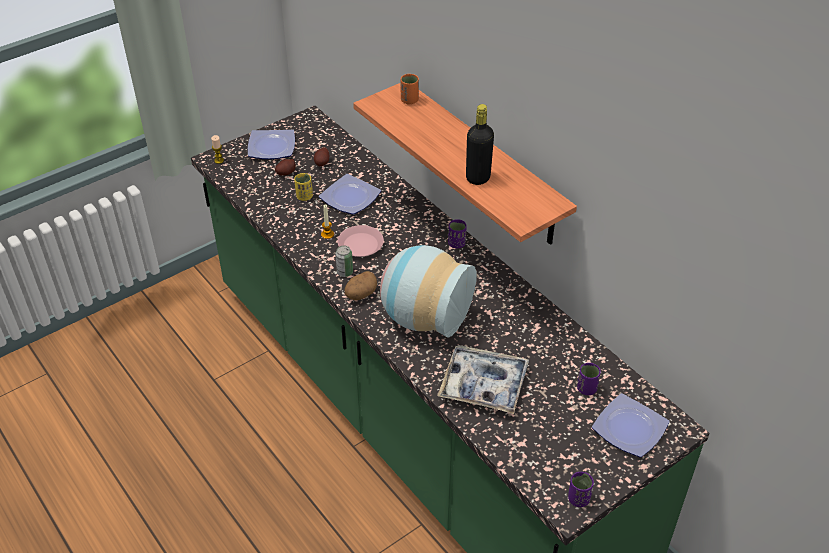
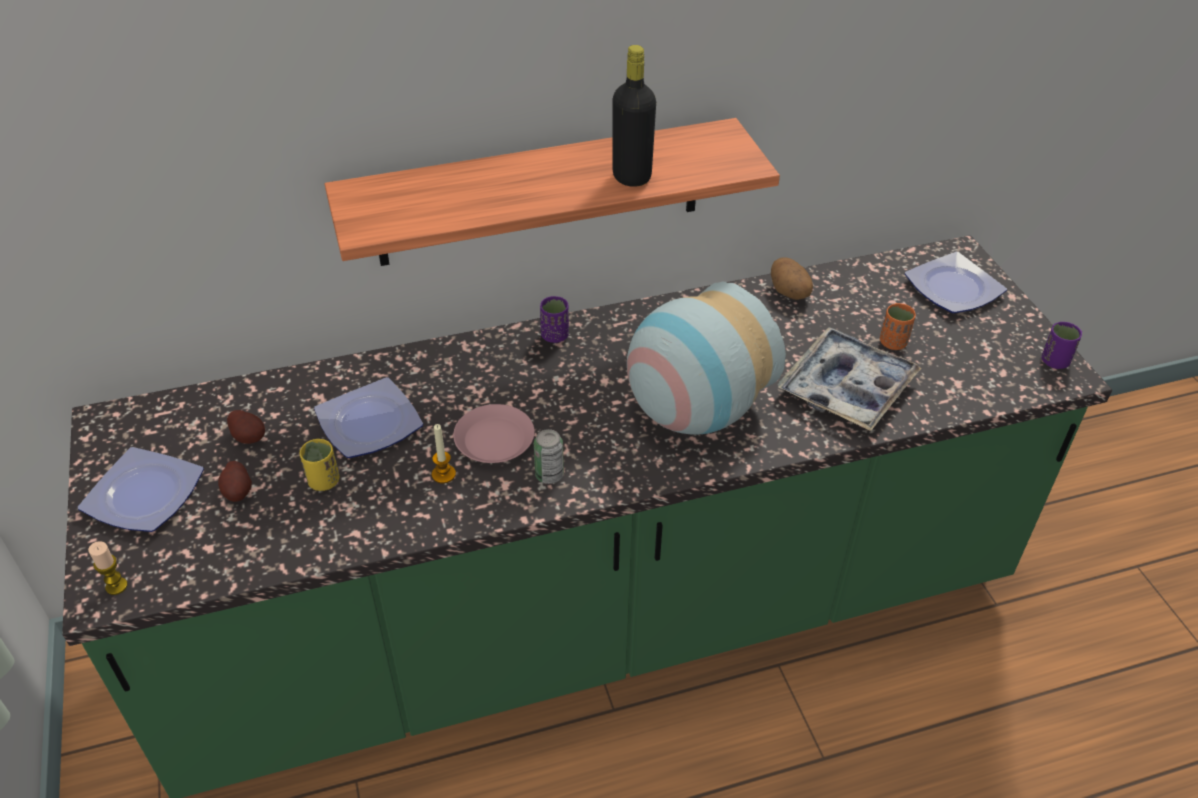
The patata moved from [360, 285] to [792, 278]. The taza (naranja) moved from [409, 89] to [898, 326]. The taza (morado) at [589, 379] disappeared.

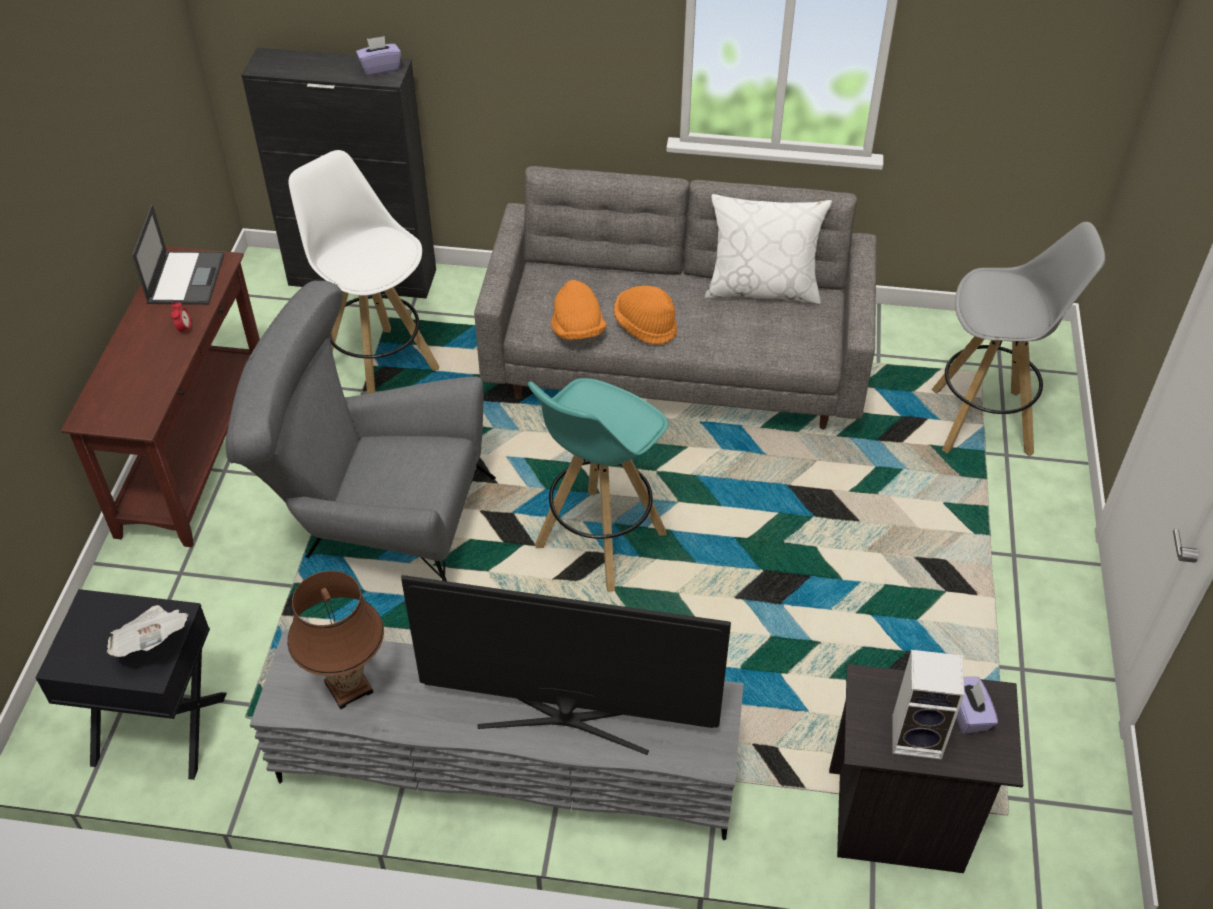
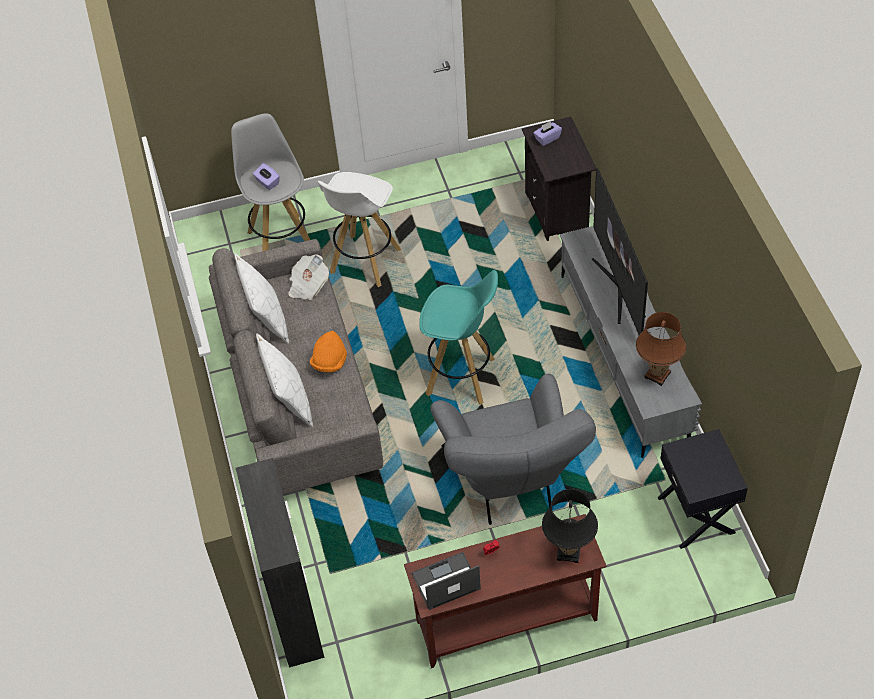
The caja de pañuelos (morado) moved from [378, 56] to [266, 176]. The cojín (blanco) at [284, 380] appeared. The periódico moved from [148, 631] to [308, 277]. The taburete (blanco) moved from [363, 272] to [359, 229]. The lámpara de mesa (negro) at [570, 526] appeared. The sombrero (naranja) at [578, 310] disappeared. The altavoz at [928, 705] disappeared.

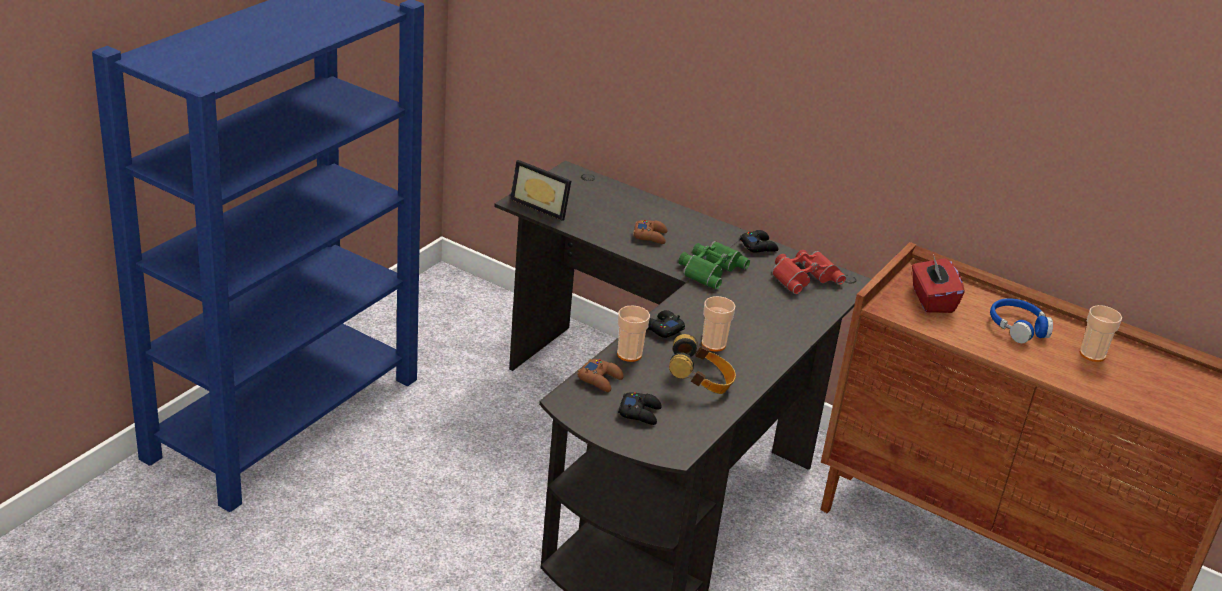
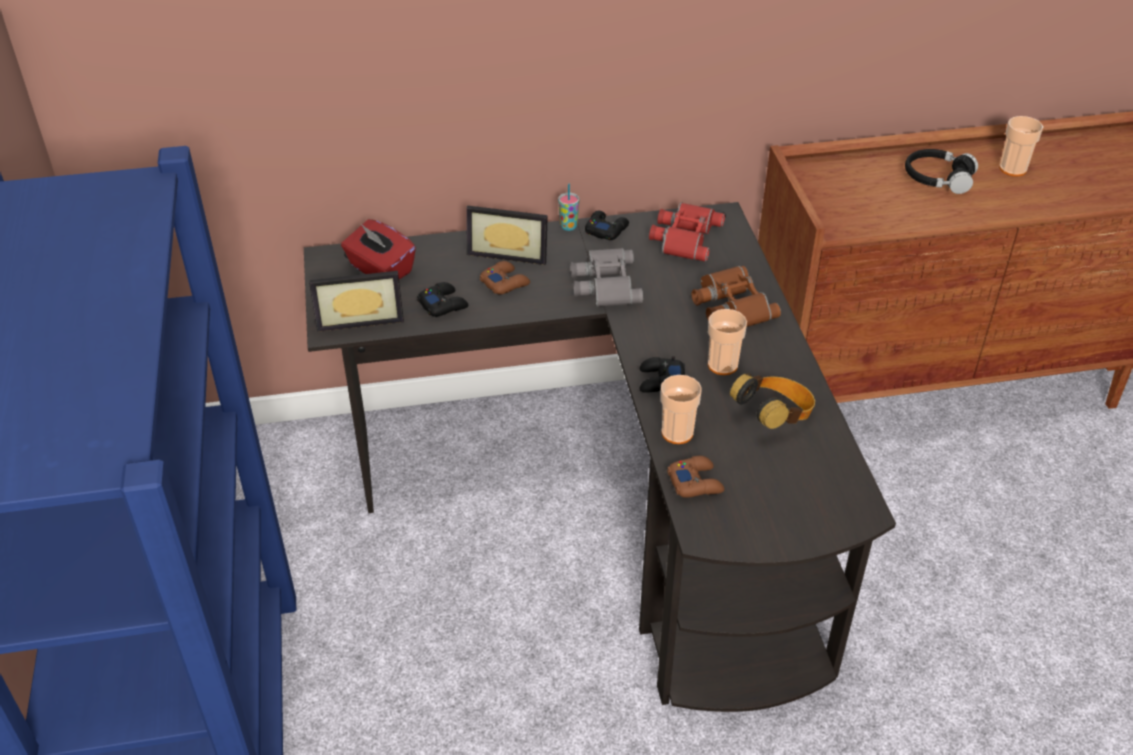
The caja de pañuelos (rojo) moved from [938, 283] to [378, 249]. The mando de consola (negro) moved from [640, 408] to [442, 299]. The portarretratos at [507, 235] appeared. The taza at [568, 207] appeared. The prismáticos (verde) at [714, 265] became the prismáticos (gris) at [606, 277]. The prismáticos (marrón) at [736, 296] appeared. The auriculares (azul) at [1021, 320] became the auriculares (negro) at [941, 171].

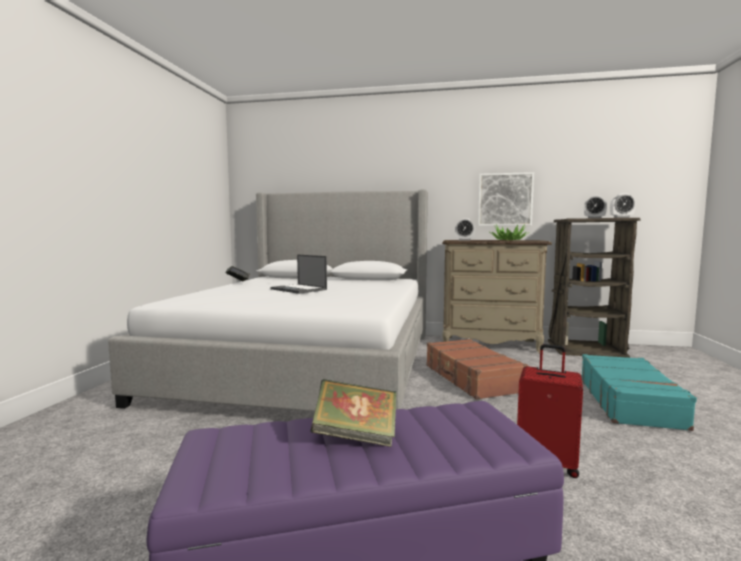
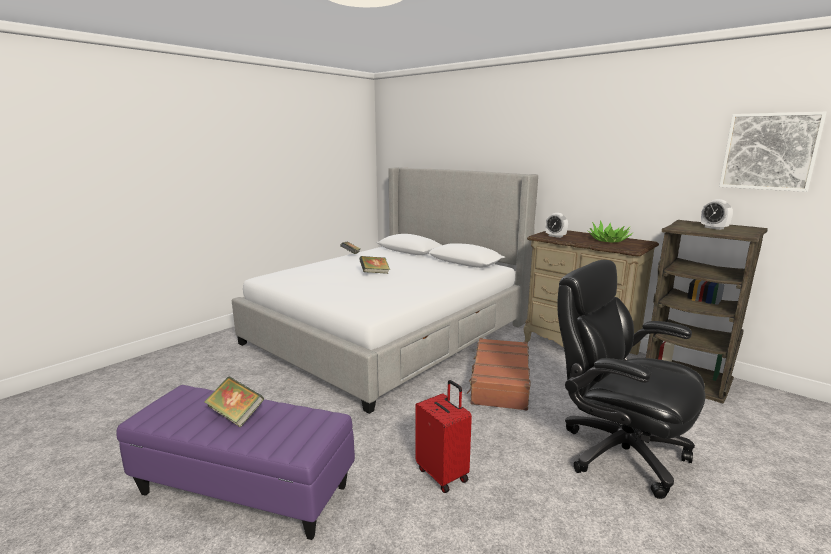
The portátil at [298, 274] was replaced by the libro at [374, 265]. The maleta (turquesa) at [639, 392] was replaced by the silla de oficina (negro) at [631, 379]. The cuadro moved from [506, 199] to [773, 152]. The despertador at [623, 205] disappeared.

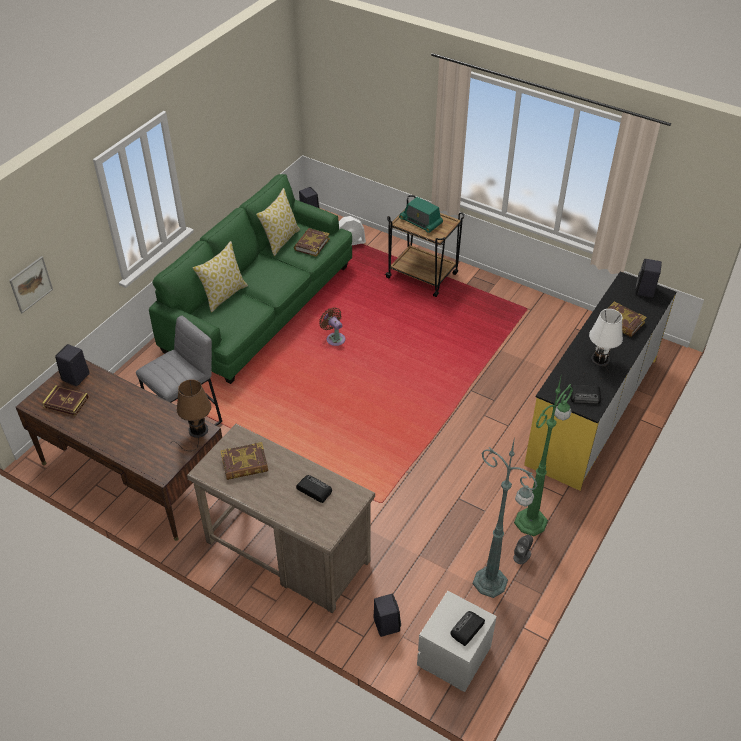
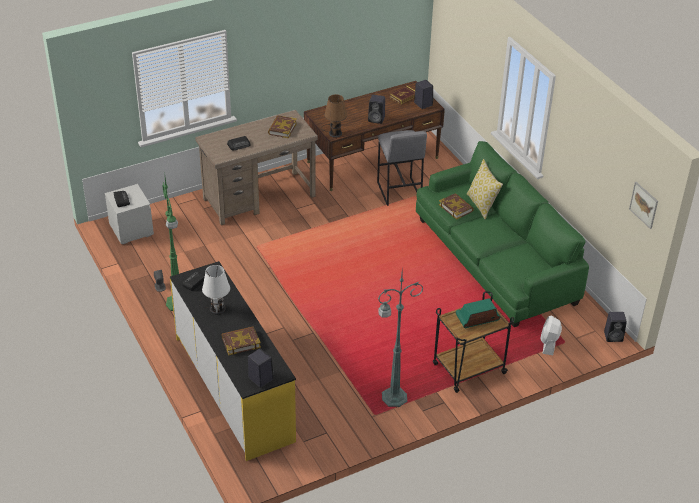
The altavoz (negro) moved from [387, 615] to [376, 109]. The lámpara de pie (verde) moved from [505, 517] to [400, 336]. The libro moved from [312, 242] to [456, 206]. The cuadro moved from [31, 284] to [643, 205]. The cojín at [278, 222] disappeared. The ventilador (marrón) at [332, 326] disappeared.

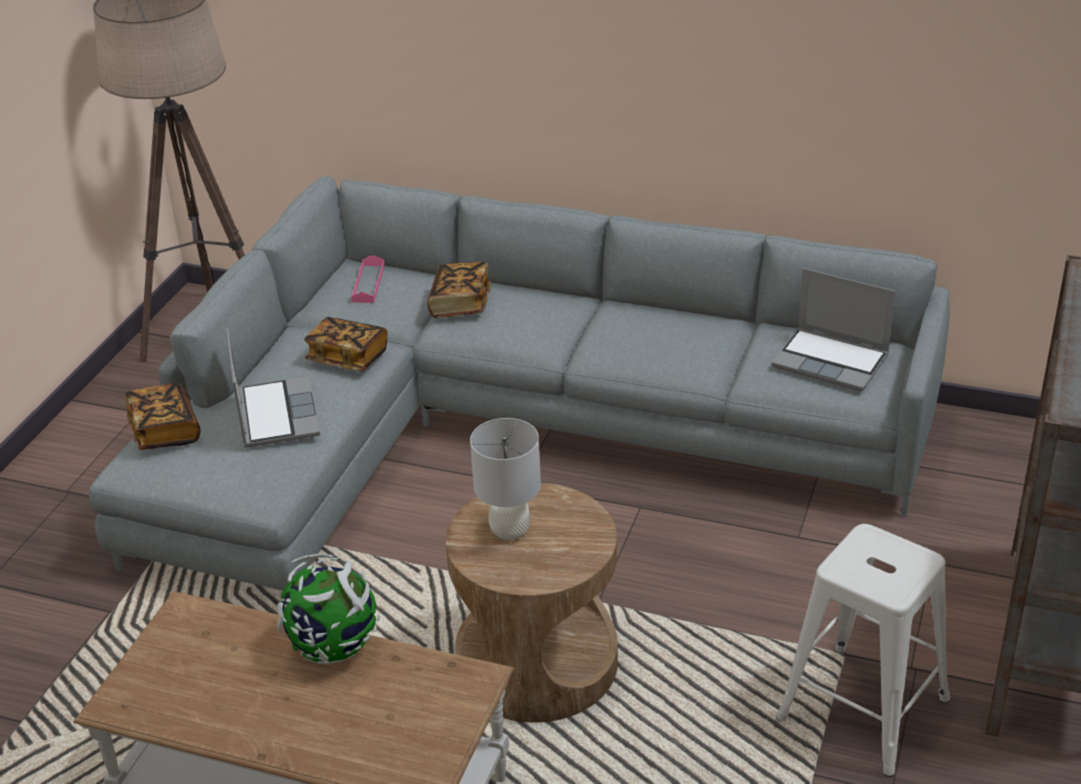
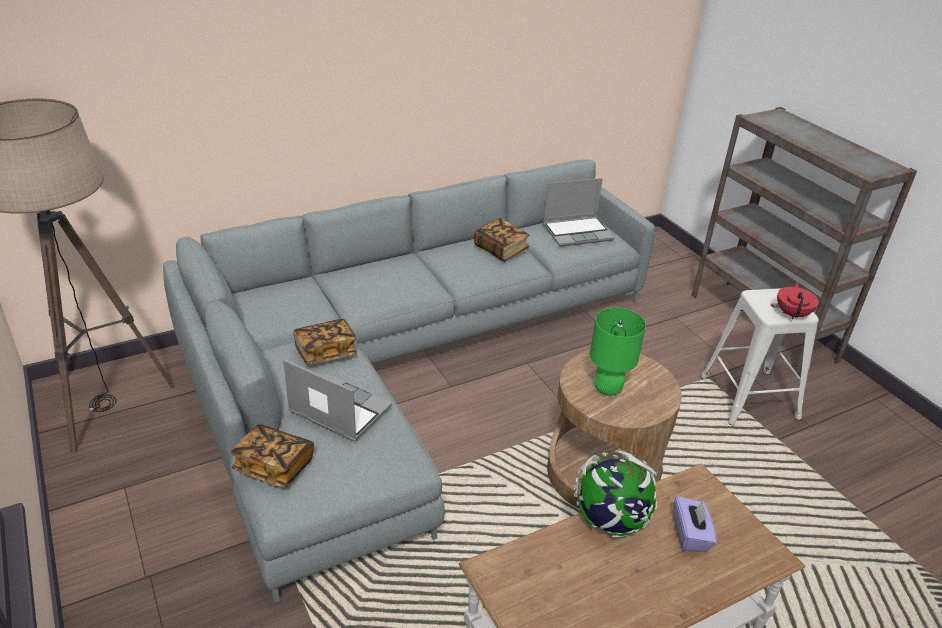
The libro moved from [459, 290] to [501, 240]. The lámpara de mesa (gris) at [505, 479] became the lámpara de mesa (verde) at [618, 352]. The caja de pañuelos (morado) at [695, 524] appeared. The tetera (rojo) at [798, 300] appeared. The bandeja (rosa) at [368, 279] disappeared.

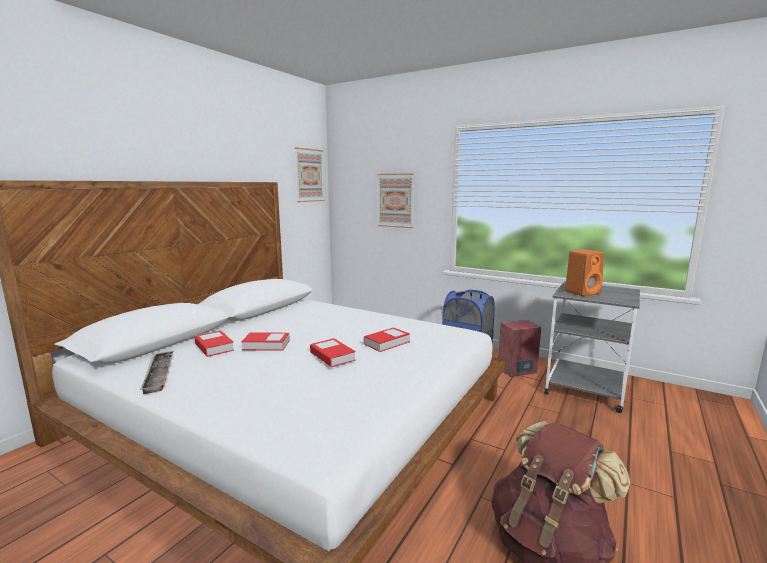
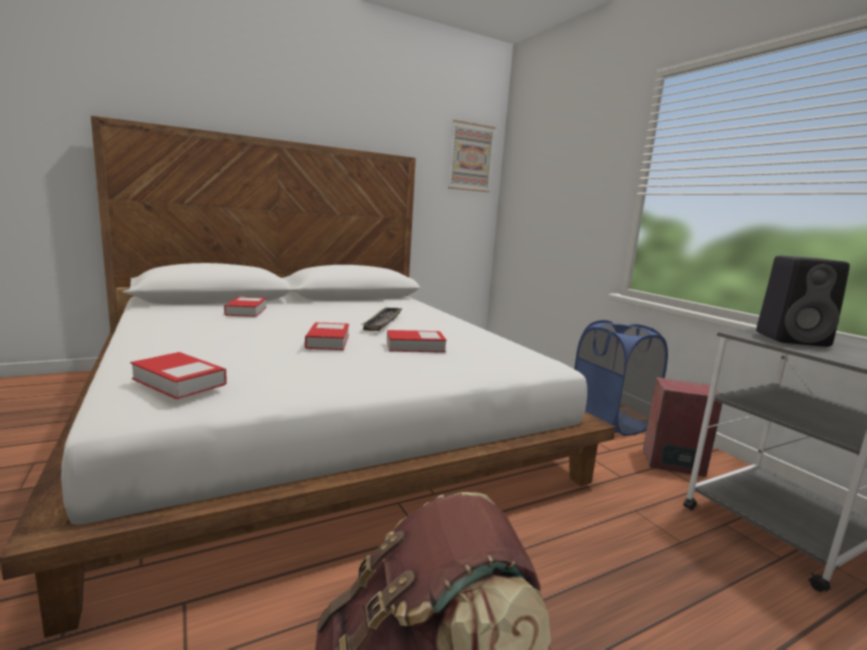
The libro moved from [265, 341] to [178, 375]. The bandeja moved from [156, 372] to [382, 319]. The altavoz (naranja) at [584, 272] became the altavoz (negro) at [803, 301]. The cuadro at [396, 200] disappeared.

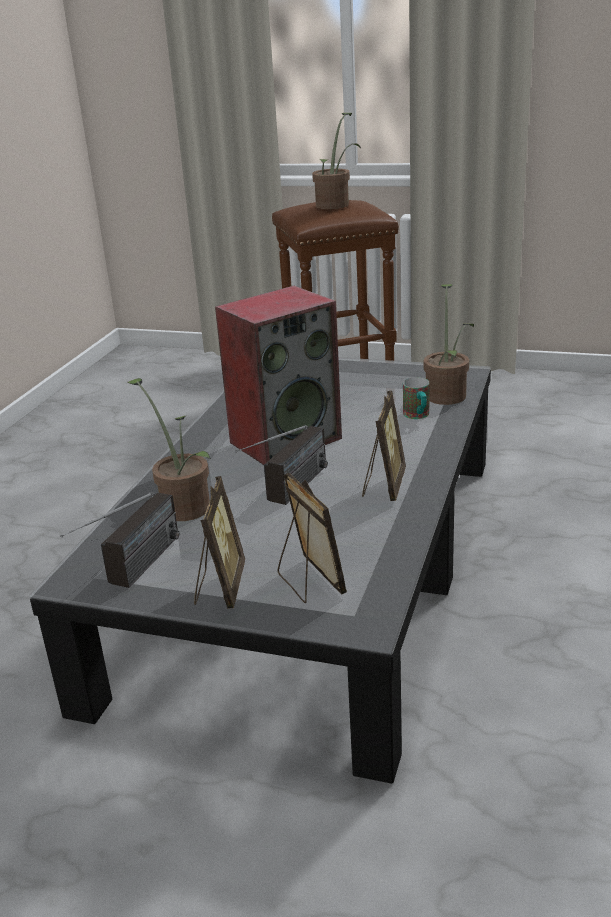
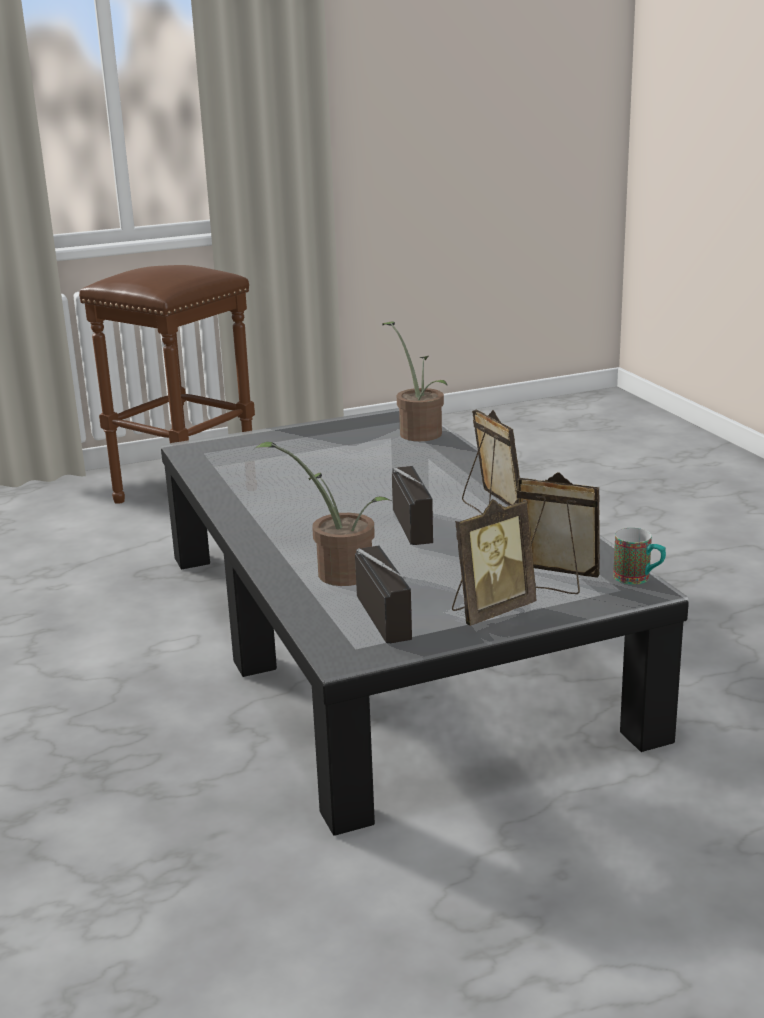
The portarretratos at [219, 542] turned 90 degrees clockwise. The taza grande moved from [416, 398] to [639, 556]. The altavoz at [278, 375] disappeared. The planta en maceta at [336, 161] disappeared.

